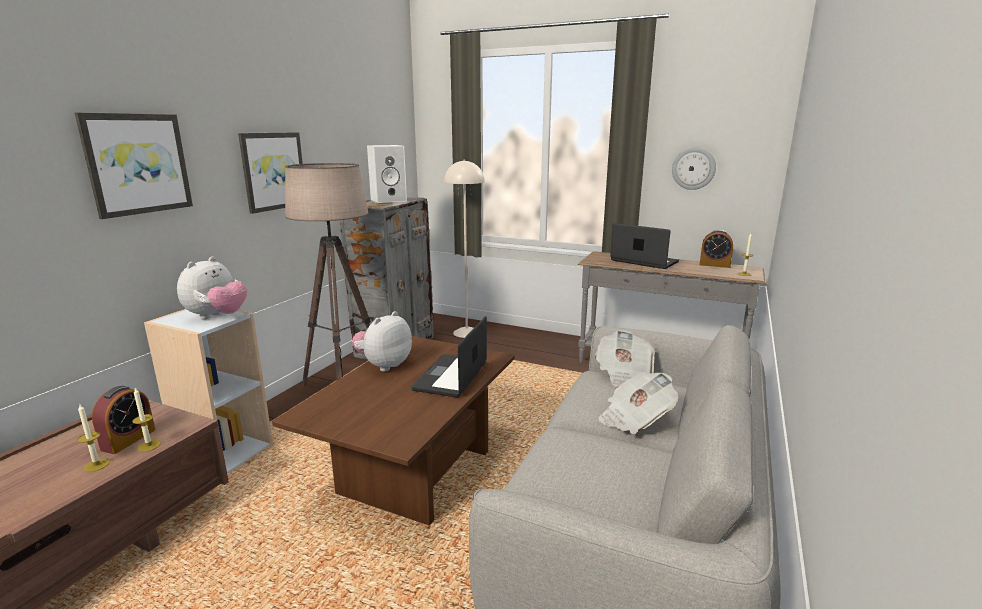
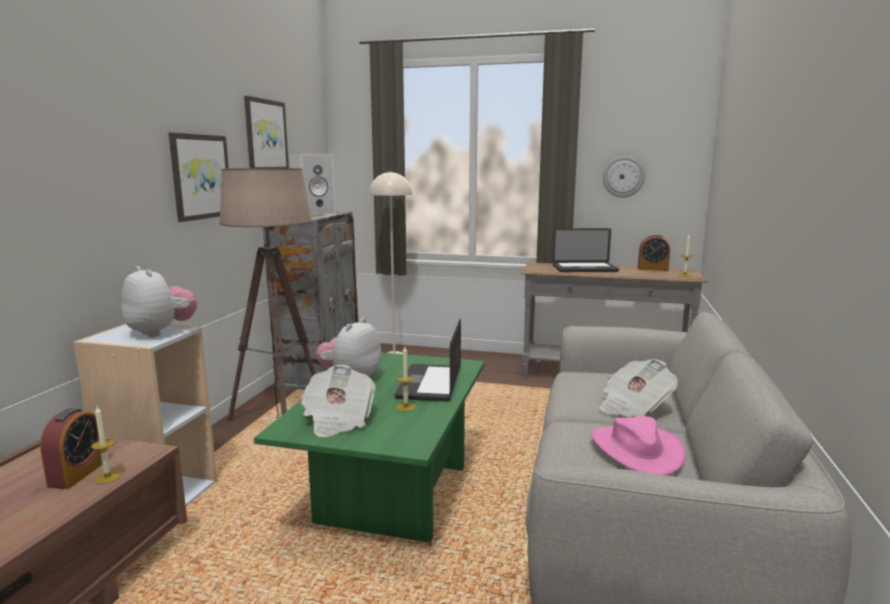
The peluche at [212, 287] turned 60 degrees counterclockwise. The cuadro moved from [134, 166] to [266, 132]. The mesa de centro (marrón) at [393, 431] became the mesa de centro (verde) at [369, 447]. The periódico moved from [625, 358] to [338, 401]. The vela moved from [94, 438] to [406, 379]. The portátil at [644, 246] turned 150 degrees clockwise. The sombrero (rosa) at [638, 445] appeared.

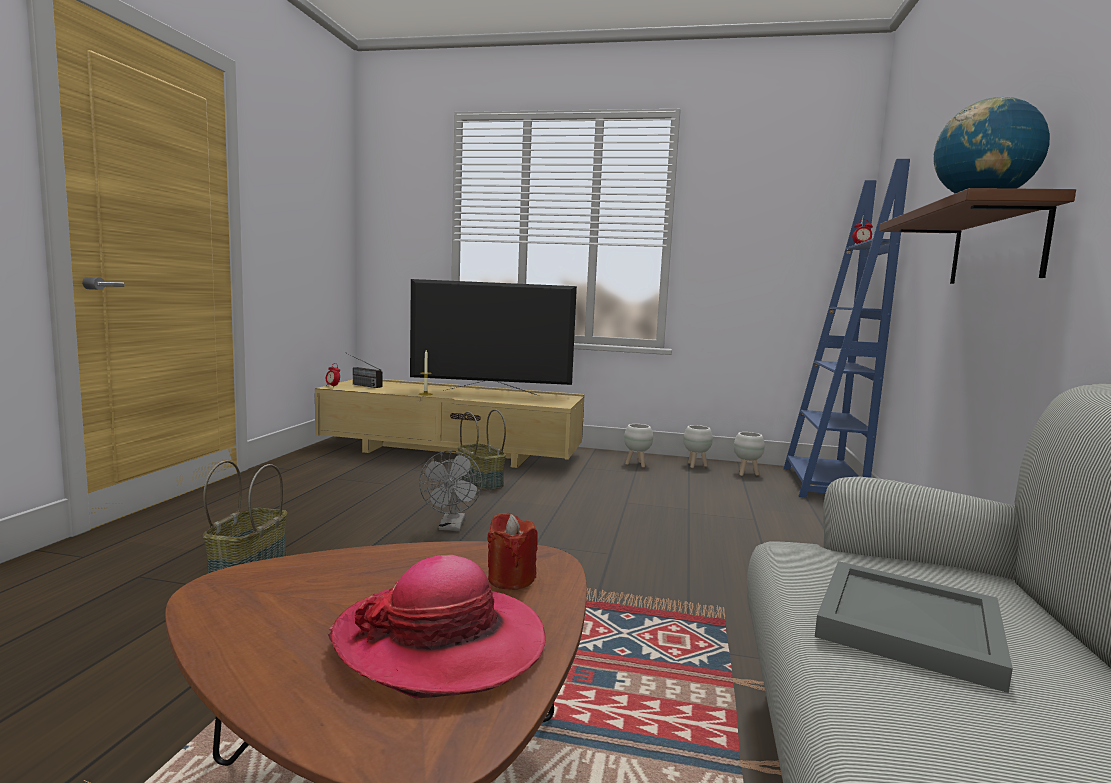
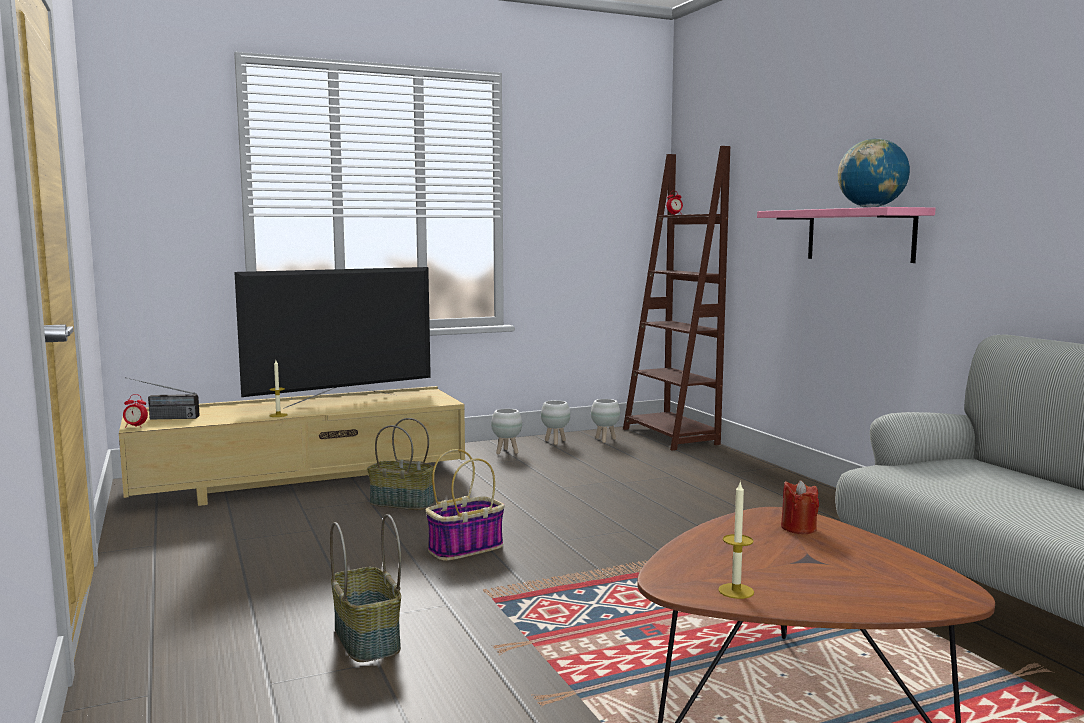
The ventilador (gris) at [450, 490] was replaced by the cesta at [465, 505]. The estantería (azul) at [846, 328] became the estantería (marrón) at [676, 298]. The vela at [736, 541] appeared. The estante (marrón) at [977, 236] became the estante (rosa) at [846, 235]. The sombrero at [437, 627] disappeared. The bandeja (gris) at [914, 627] disappeared.

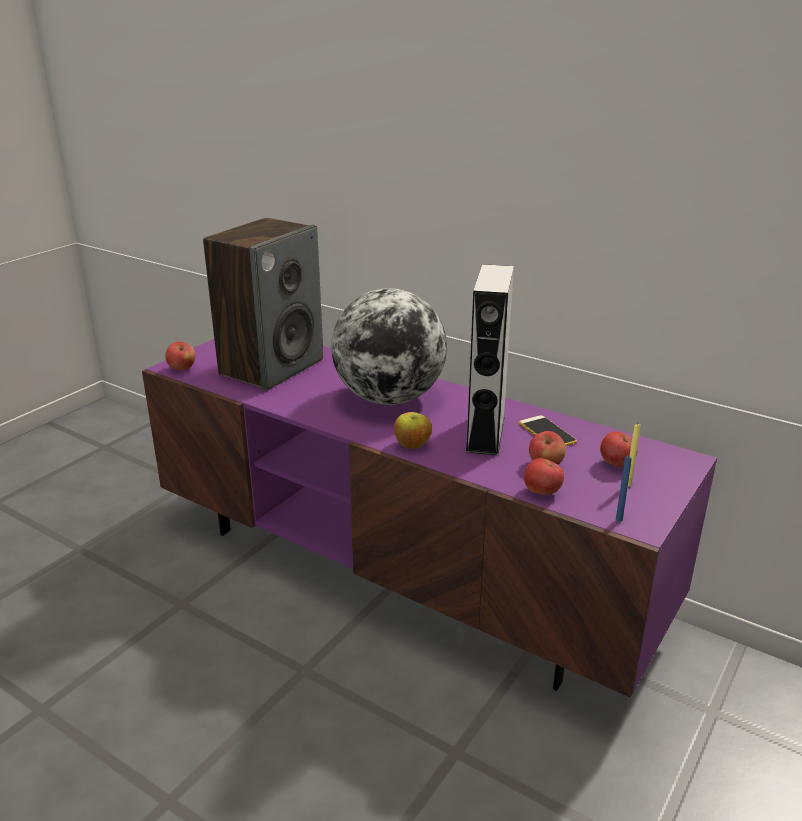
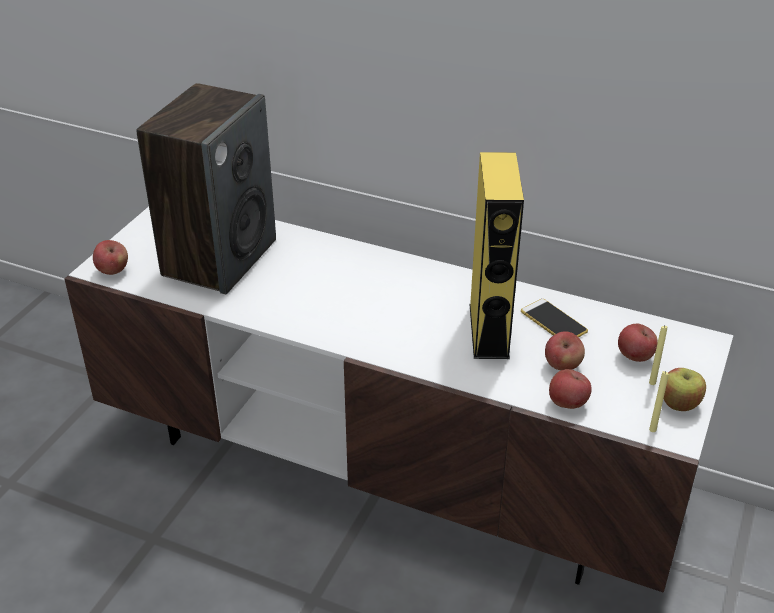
The mueble de televisión (morado) at [429, 518] became the mueble de televisión (blanco) at [398, 400]. The altavoz (gris) at [490, 359] became the altavoz (amarillo) at [496, 255]. The vela (azul) at [624, 489] became the vela (amarillo) at [659, 401]. The manzana moved from [413, 430] to [685, 389]. The globo terráqueo at [389, 346] disappeared.

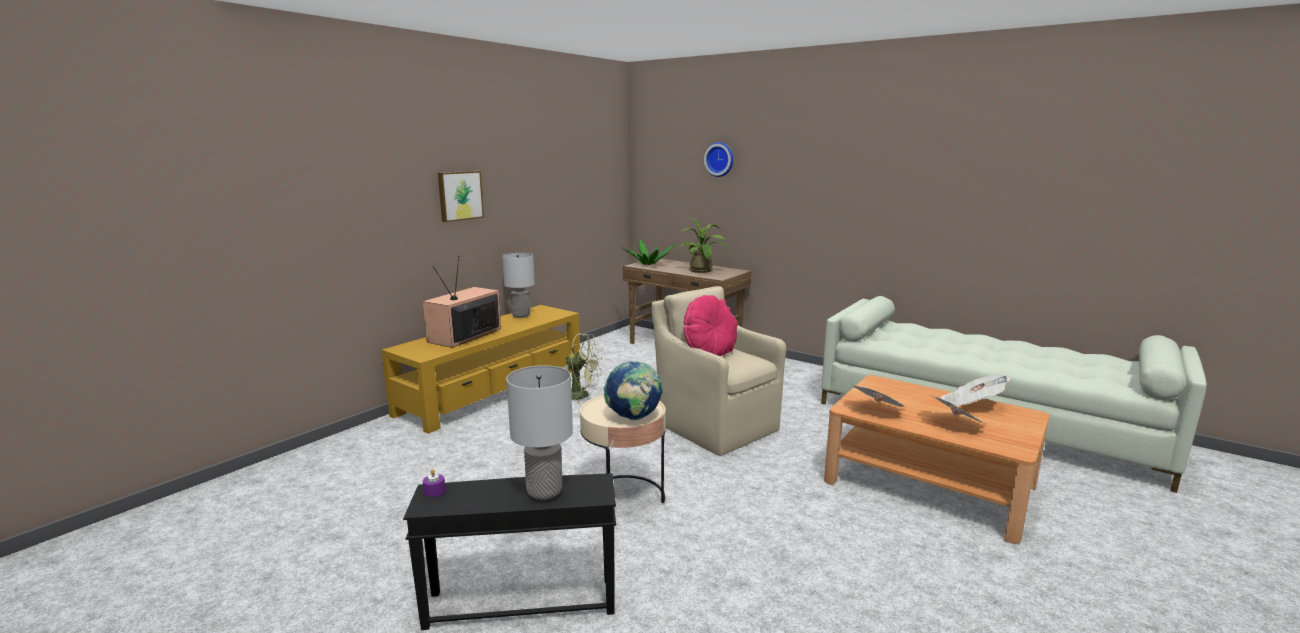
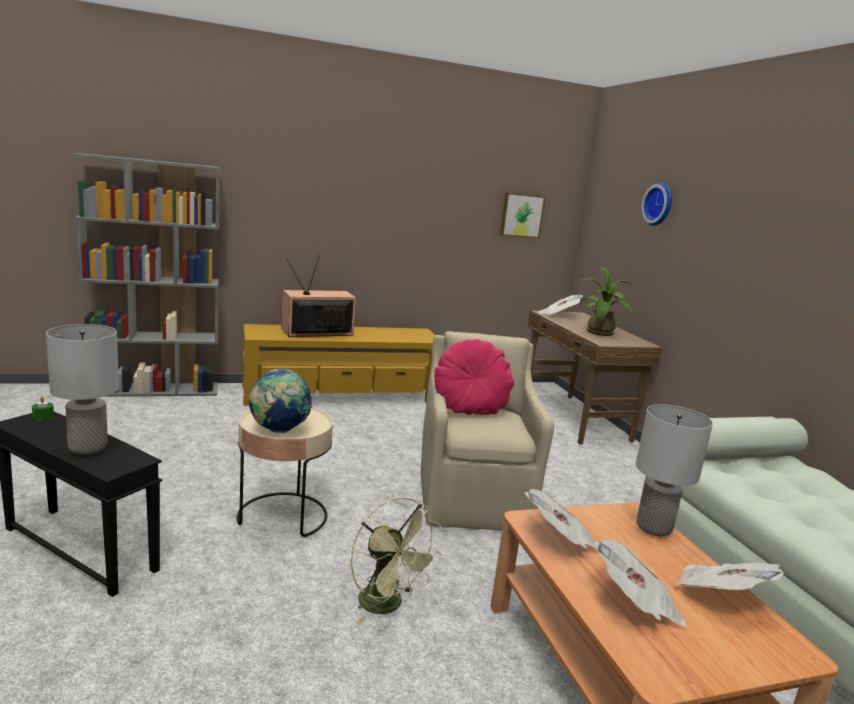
The vela (morado) at [434, 483] became the vela (verde) at [43, 408]. The estantería (gris) at [145, 275] appeared. The ventilador (verde) moved from [583, 368] to [396, 561]. The cuadro moved from [461, 196] to [523, 215]. The planta en maceta at [648, 252] was replaced by the periódico at [561, 305]. The lámpara de mesa (gris) moved from [518, 285] to [674, 470].

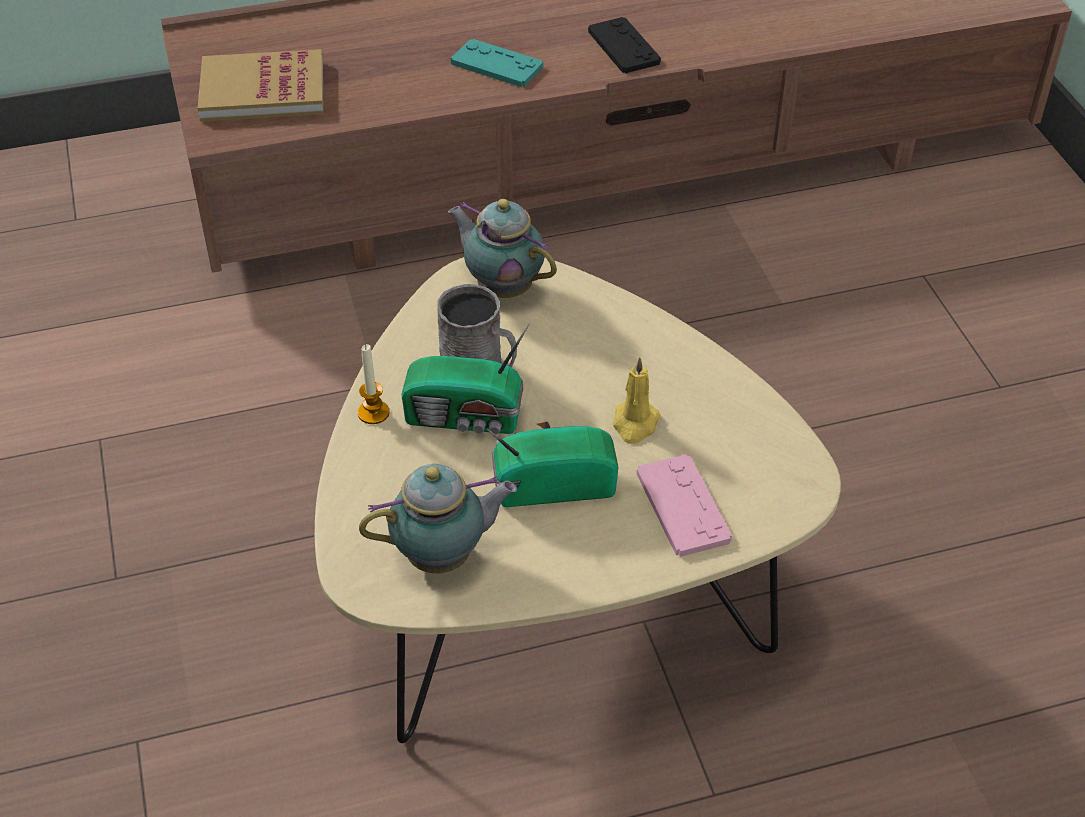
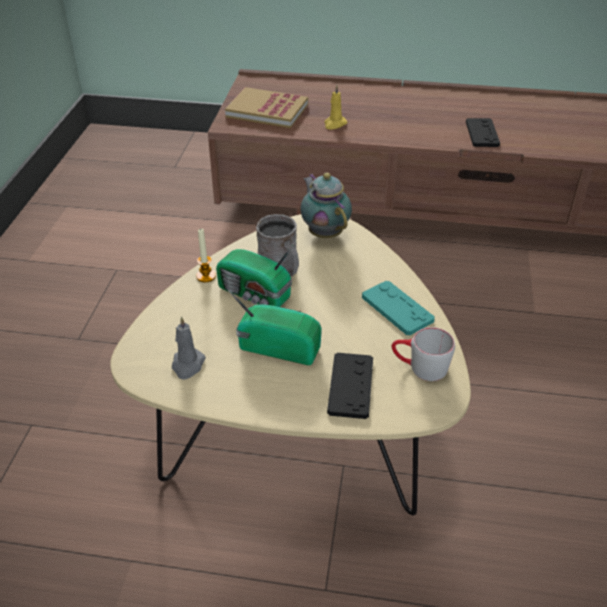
The tetera at [438, 518] was replaced by the vela (gris) at [189, 348]. The vela (amarillo) moved from [637, 400] to [336, 107]. The mando de consola (rosa) at [684, 505] became the mando de consola (negro) at [350, 386]. The mando de consola (turquesa) moved from [497, 63] to [398, 308]. The taza grande (gris) at [423, 354] appeared.

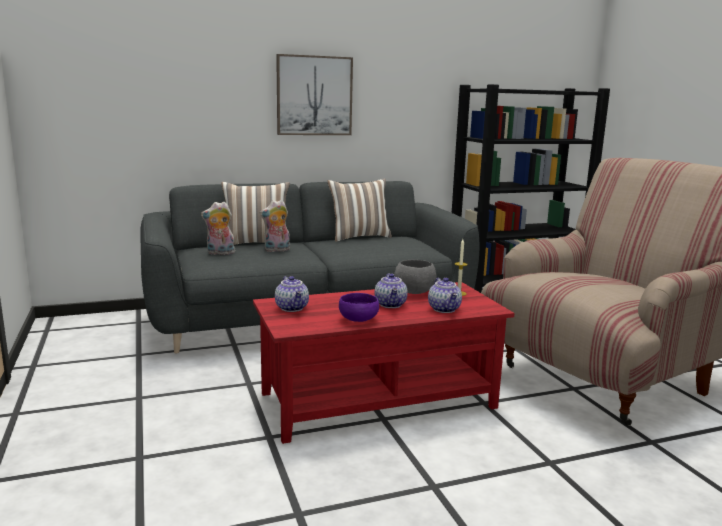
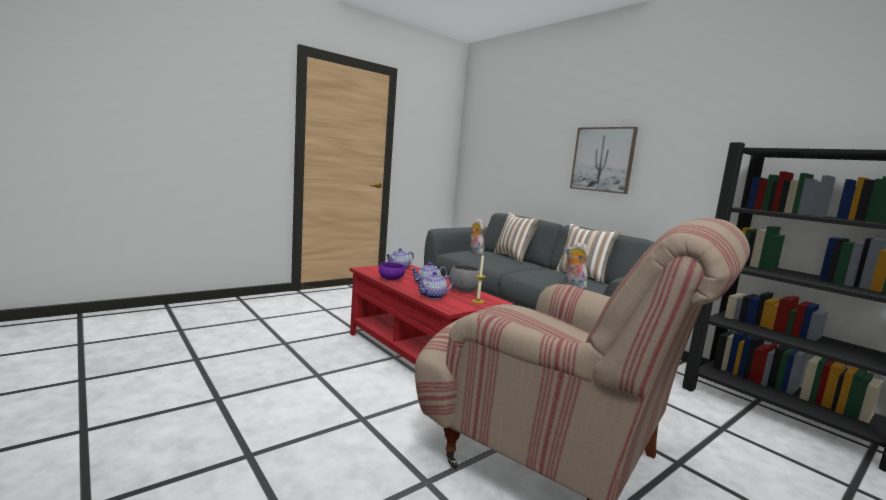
The peluche moved from [275, 226] to [577, 265].

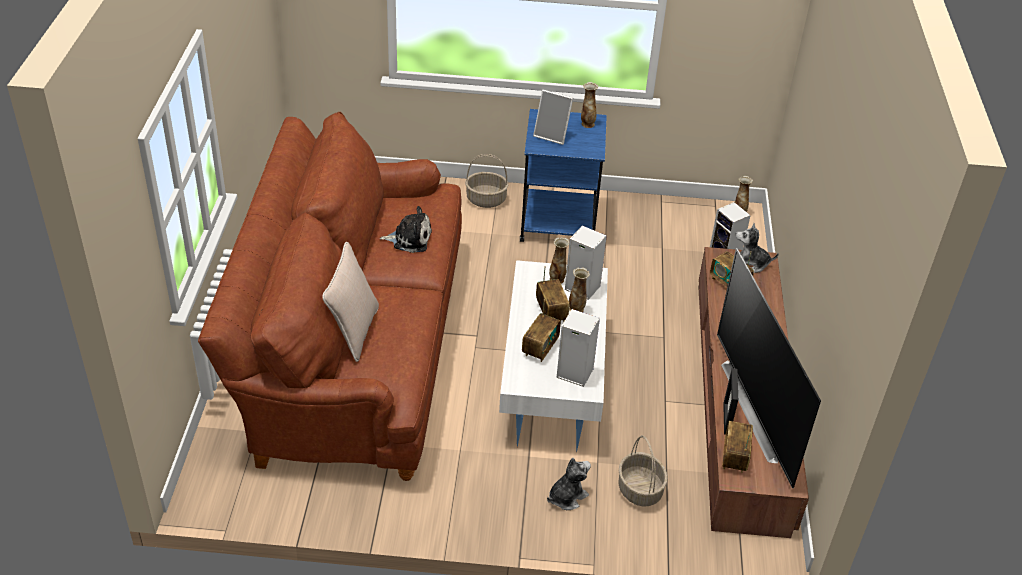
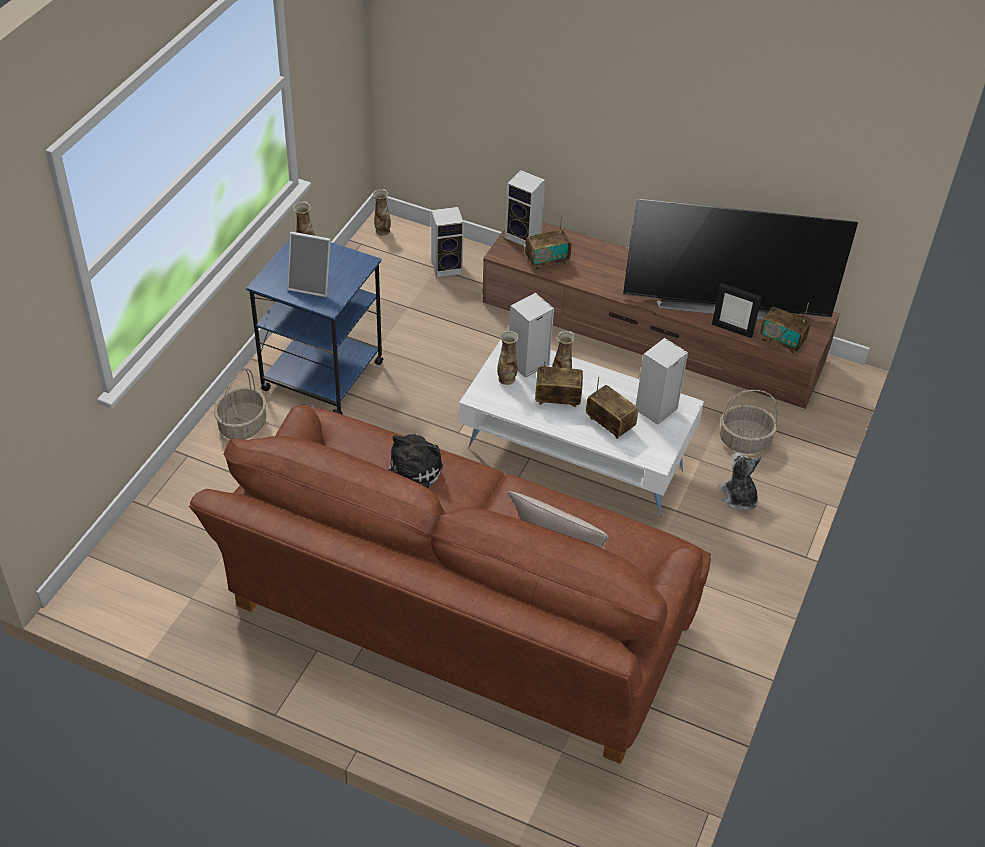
The portarretratos at [553, 117] turned 60 degrees clockwise. The peluche at [757, 248] was replaced by the altavoz at [525, 208].

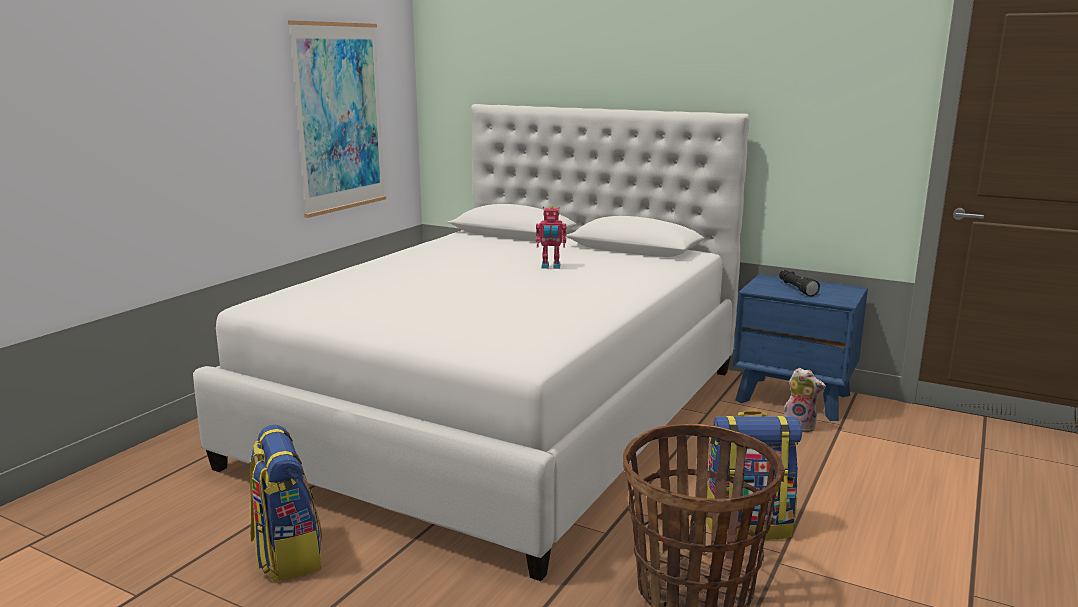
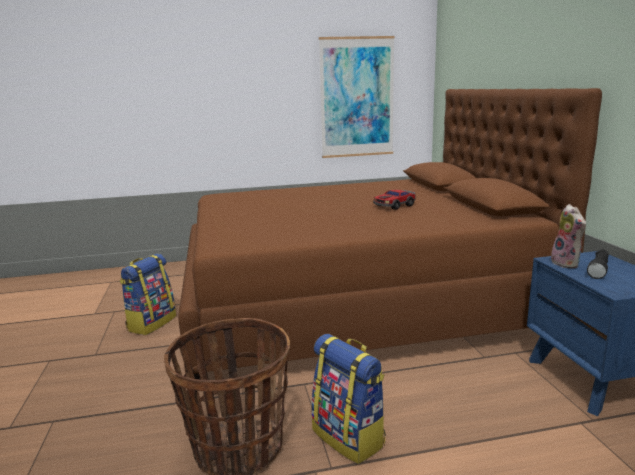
The cama (blanco) at [471, 342] became the cama (marrón) at [390, 234]. The robot de juguete at [551, 237] was replaced by the coche de juguete at [394, 200]. The peluche moved from [805, 400] to [568, 236].

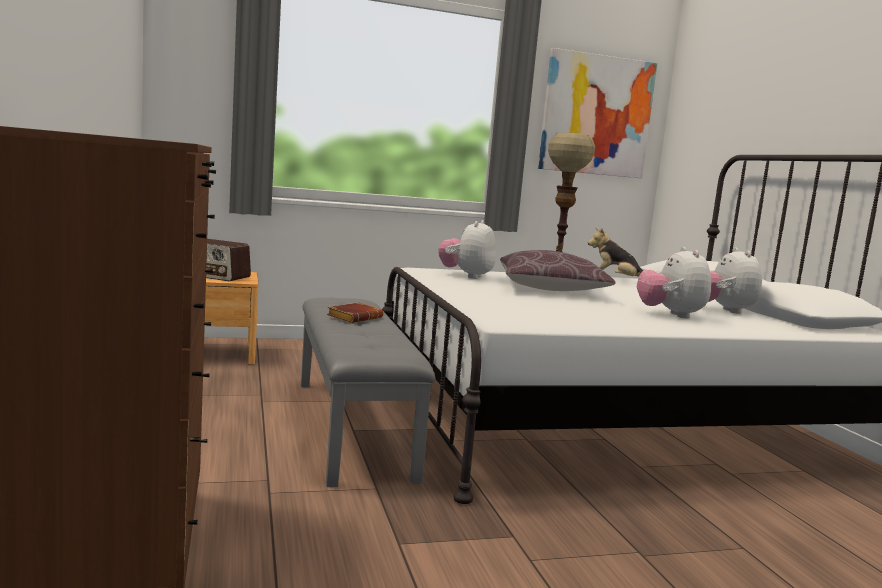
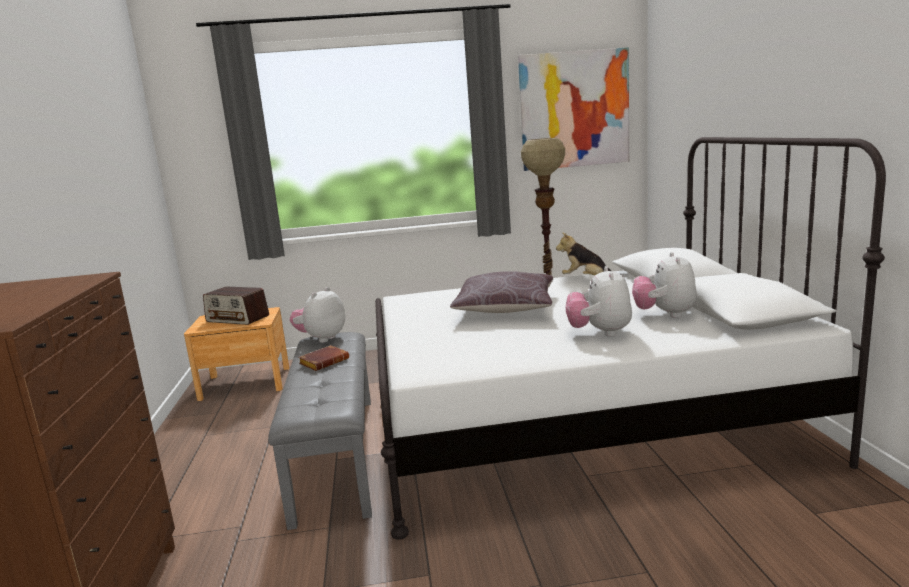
The peluche moved from [467, 249] to [317, 315].

